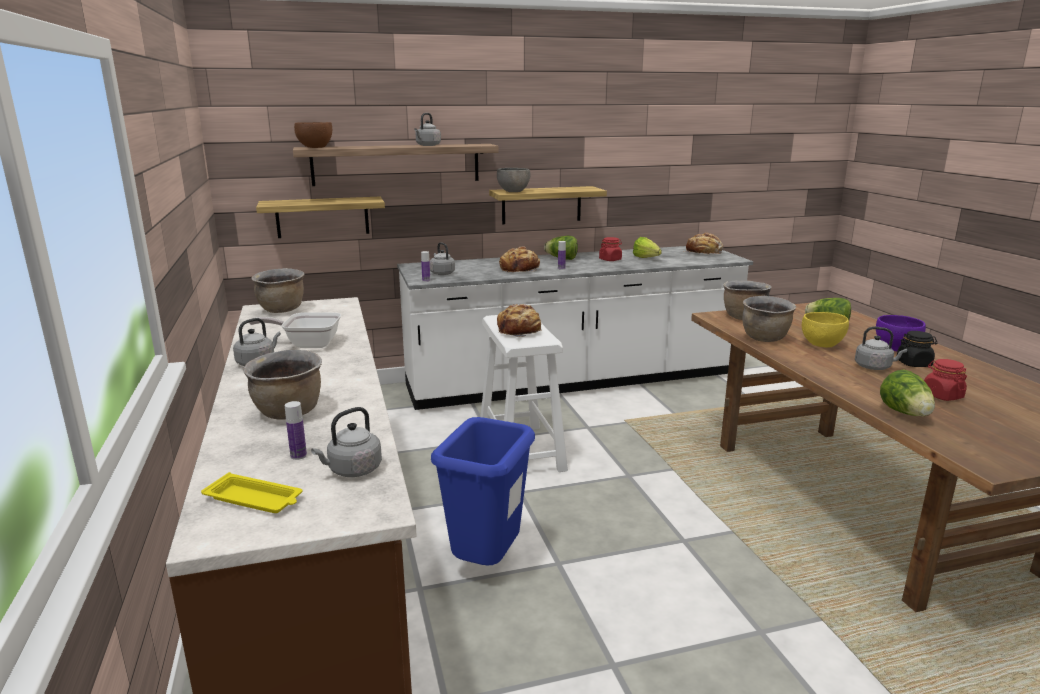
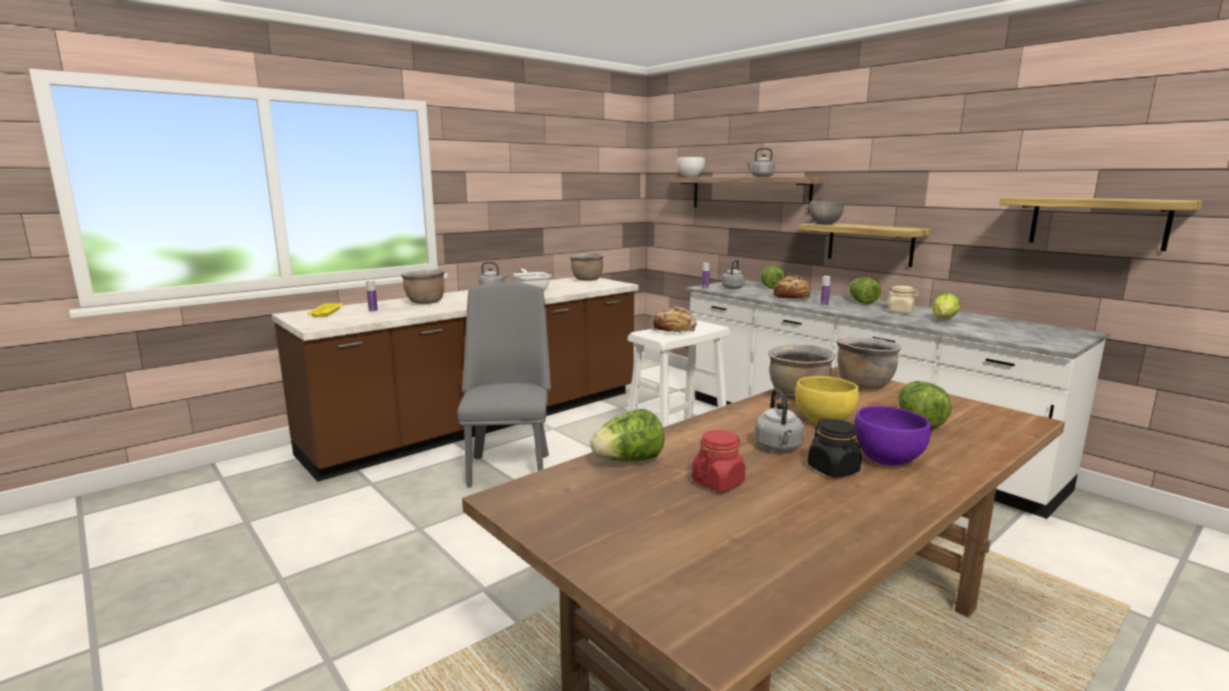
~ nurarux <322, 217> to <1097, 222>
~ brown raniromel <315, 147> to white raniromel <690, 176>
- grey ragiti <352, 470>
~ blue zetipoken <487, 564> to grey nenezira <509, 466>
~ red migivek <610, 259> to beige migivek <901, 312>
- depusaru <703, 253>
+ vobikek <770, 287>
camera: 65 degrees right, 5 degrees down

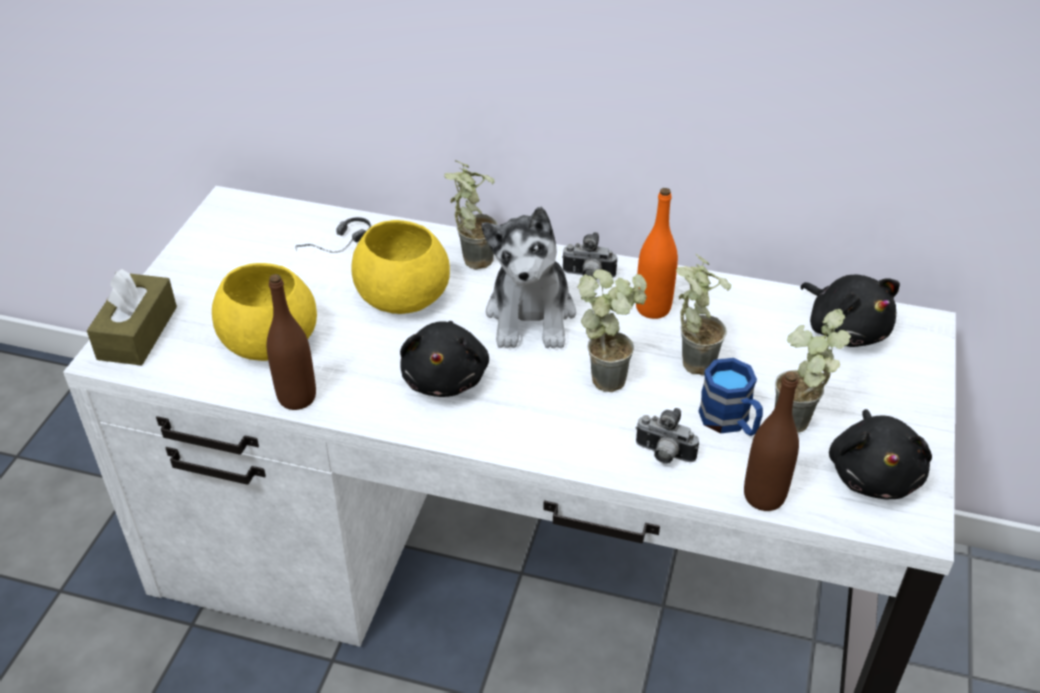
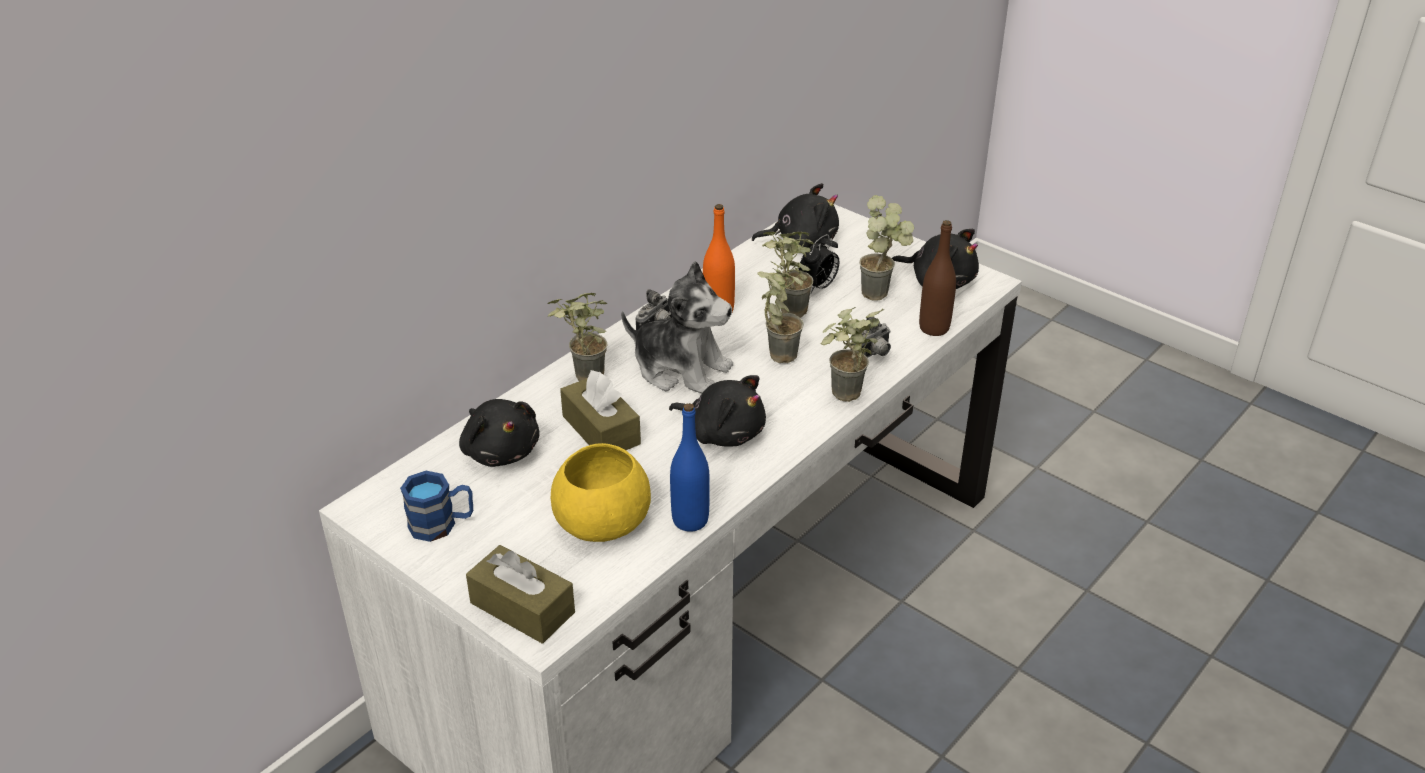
~ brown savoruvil <297, 397> to blue savoruvil <690, 520>
~ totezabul <337, 247> to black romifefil <500, 451>
~ yellow raniromel <401, 295> to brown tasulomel <601, 430>
~ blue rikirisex <730, 422> to <442, 524>
+ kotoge <818, 287>
+ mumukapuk <843, 399>
camera: 65 degrees left, 5 degrees down

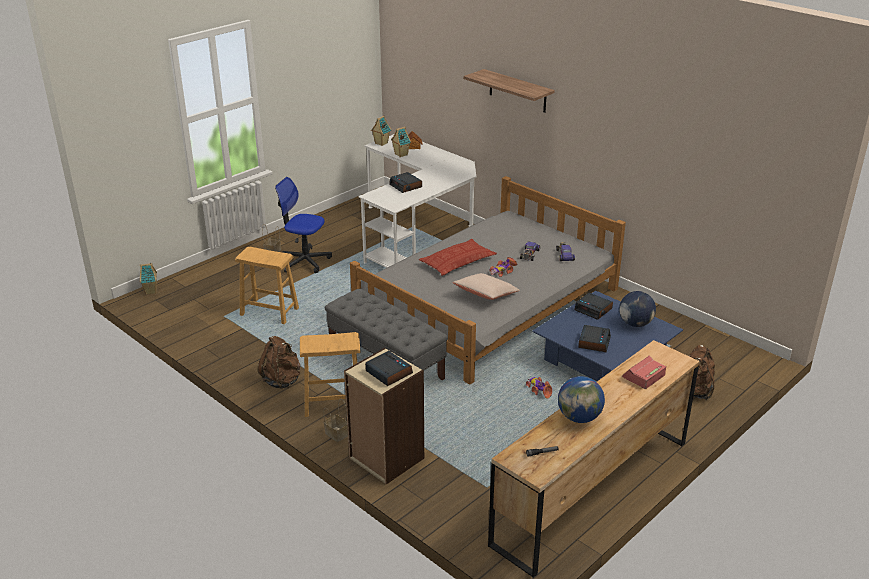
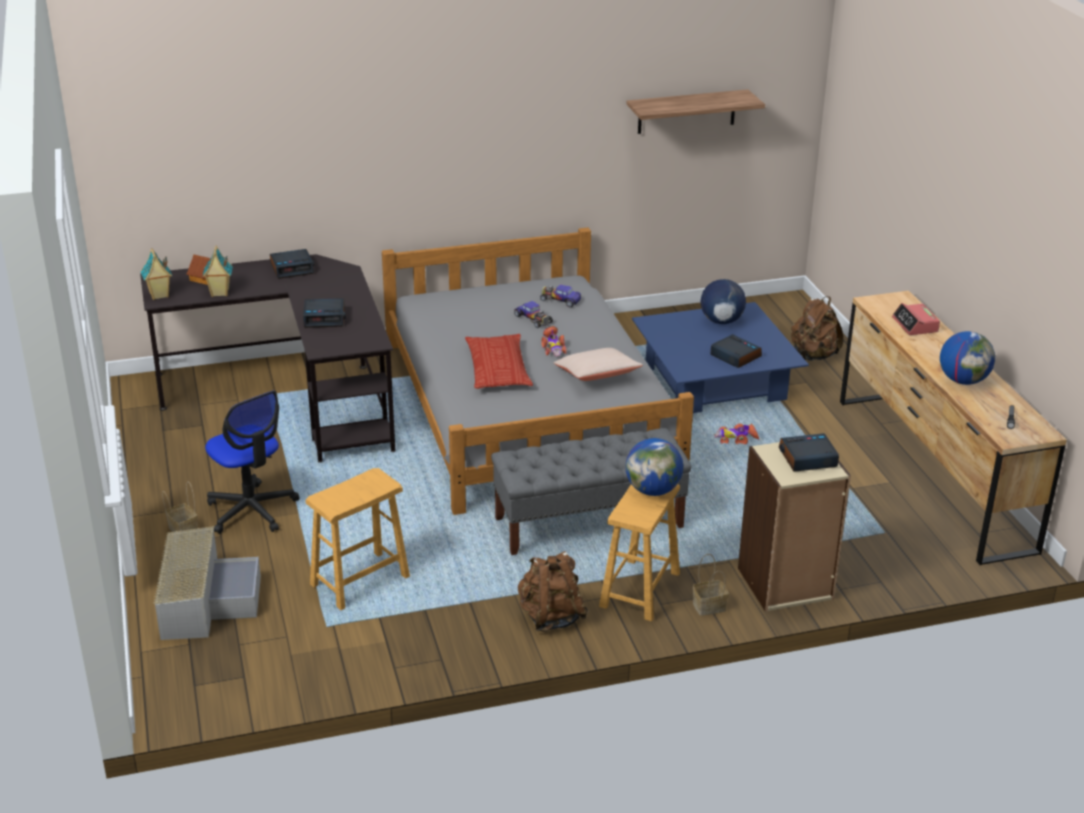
- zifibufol <151, 291>
~ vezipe <304, 261> = <251, 510> 90 degrees counterclockwise
~ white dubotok <418, 233> to black dubotok <292, 396>
~ nurarux <517, 91> to <686, 111>
~ kotoge <593, 309> to <292, 268>
+ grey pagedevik <205, 599>
+ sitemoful <653, 490>
camera: 60 degrees left, 0 degrees up

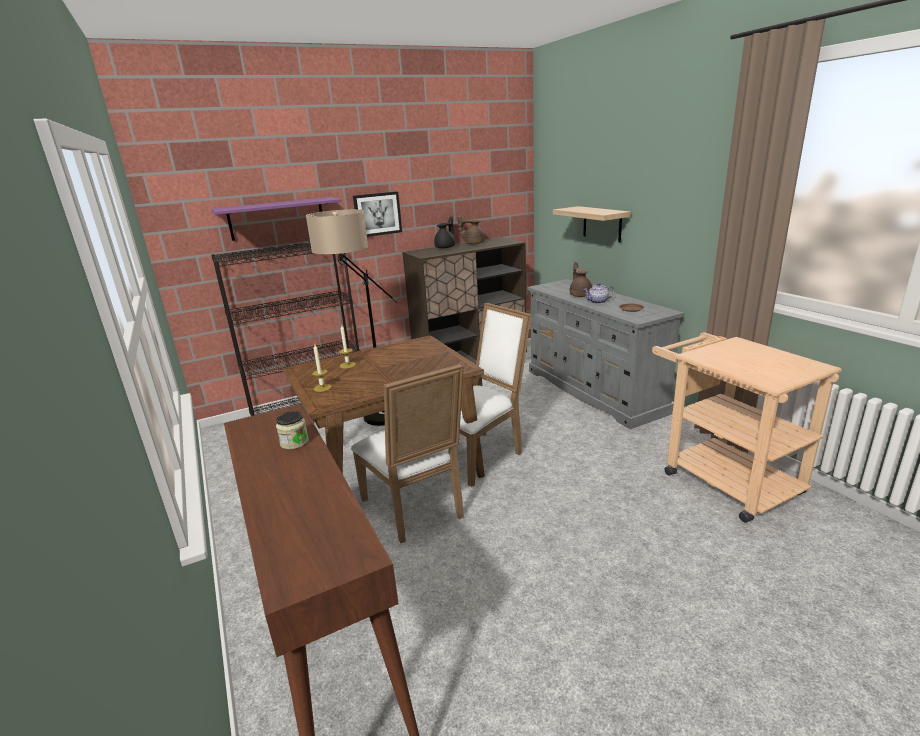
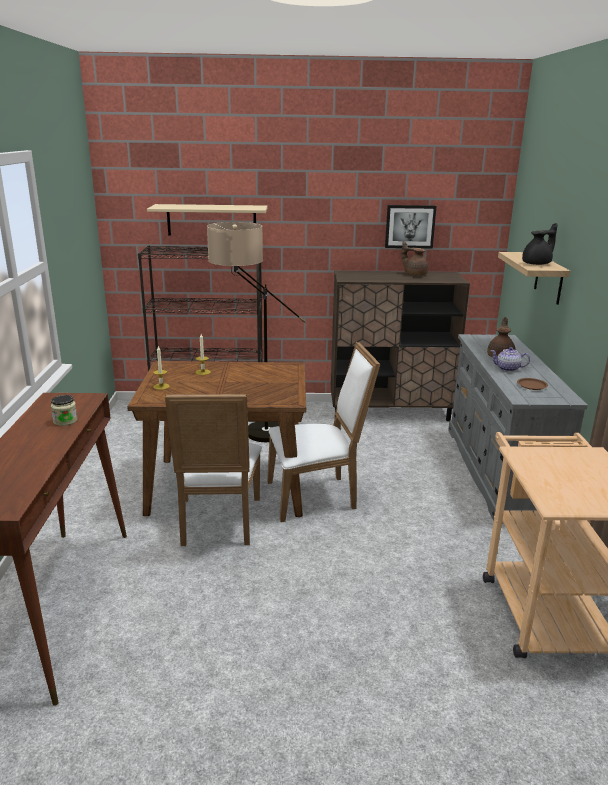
~ purple nurarux <277, 218> to beige nurarux <211, 220>
~ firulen <377, 214> to <410, 226>
~ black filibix <446, 247> to <537, 263>
camera: 25 degrees right, 0 degrees up

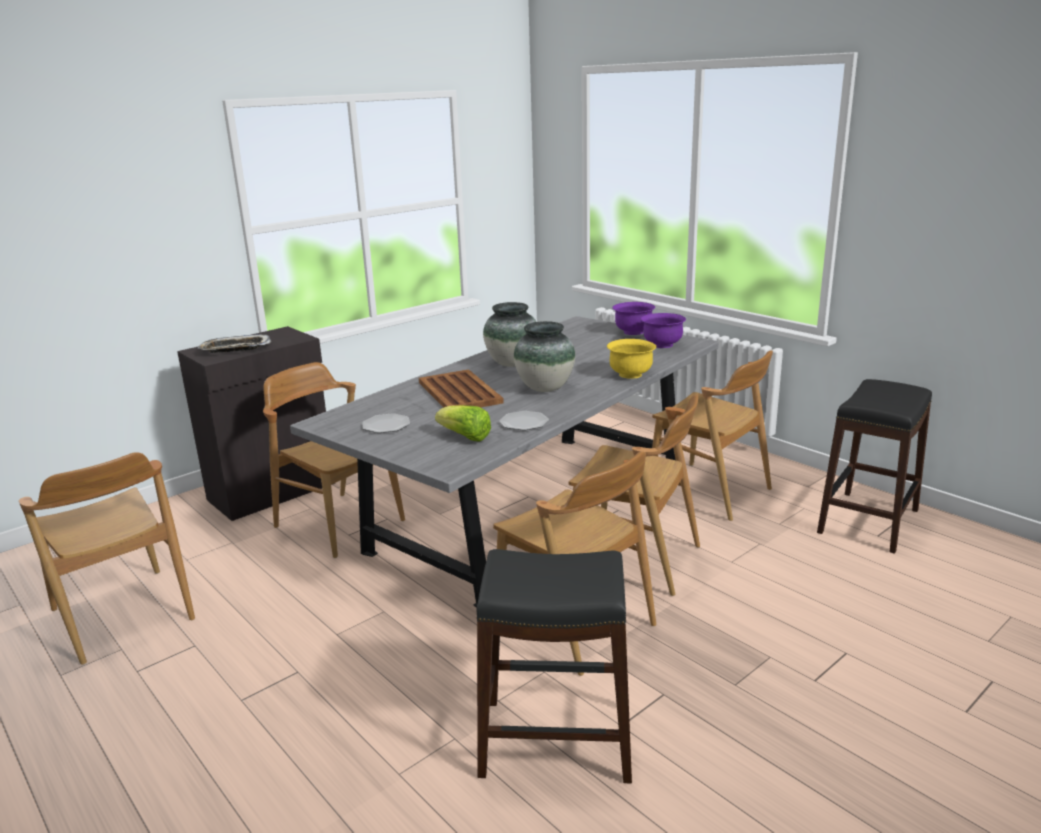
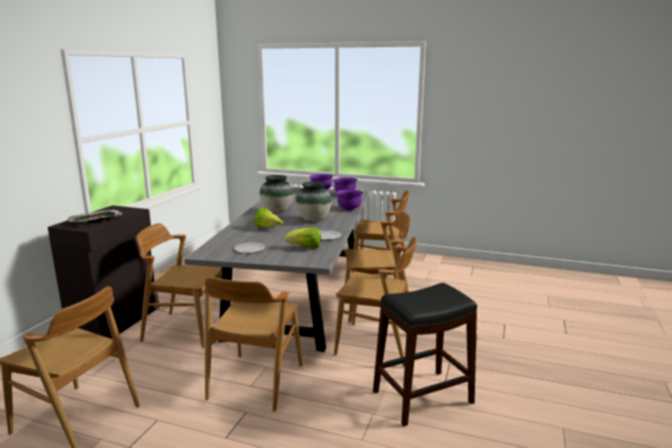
~ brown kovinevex <459, 392> to vobikek <268, 228>
~ yellow raniromel <630, 375> to purple raniromel <349, 209>
- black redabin <867, 521>
+ brown nenezira <255, 381>
camera: 30 degrees left, 5 degrees down

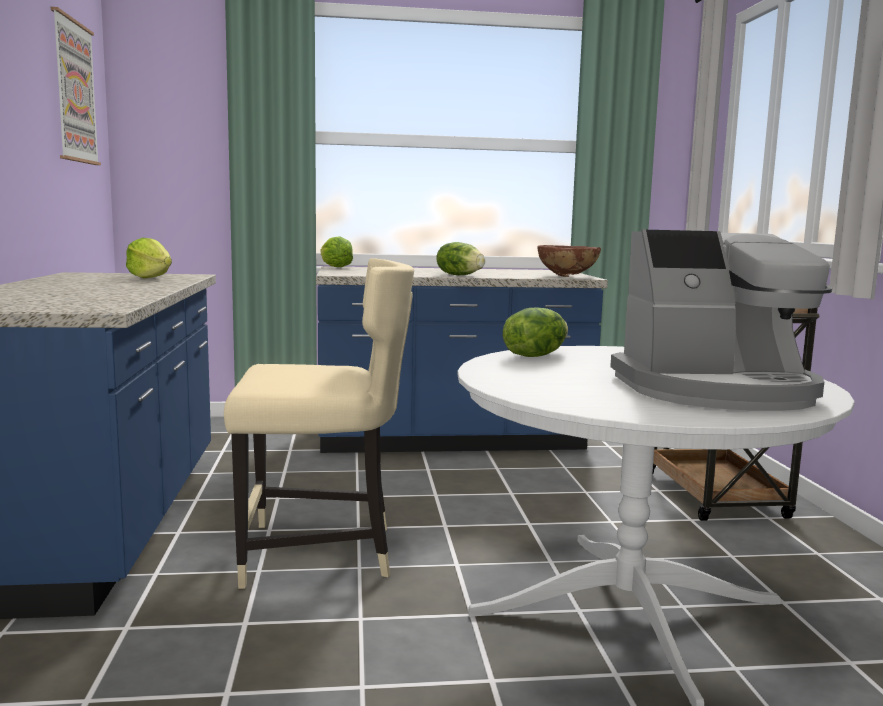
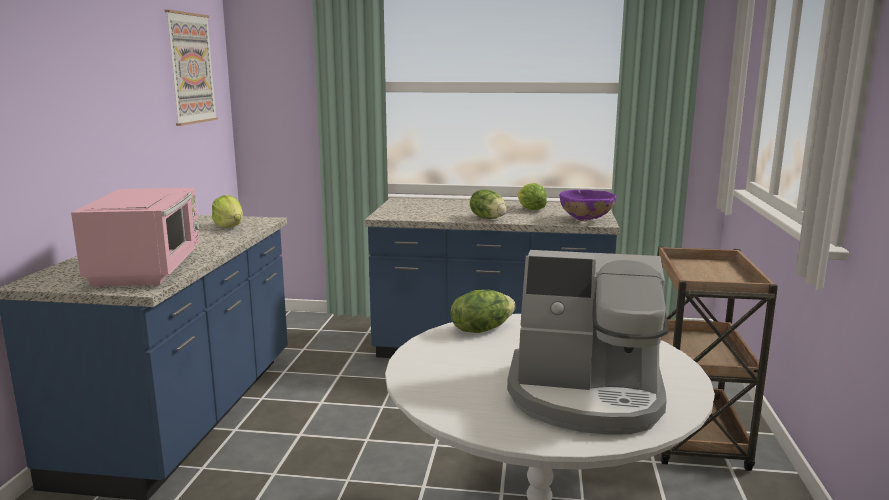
- beige nenezira <322, 553>
~ vobikek <335, 267> to <530, 210>
~ brown raniromel <567, 276> to purple raniromel <586, 221>
+ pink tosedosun <149, 270>
camera: 15 degrees right, 5 degrees up

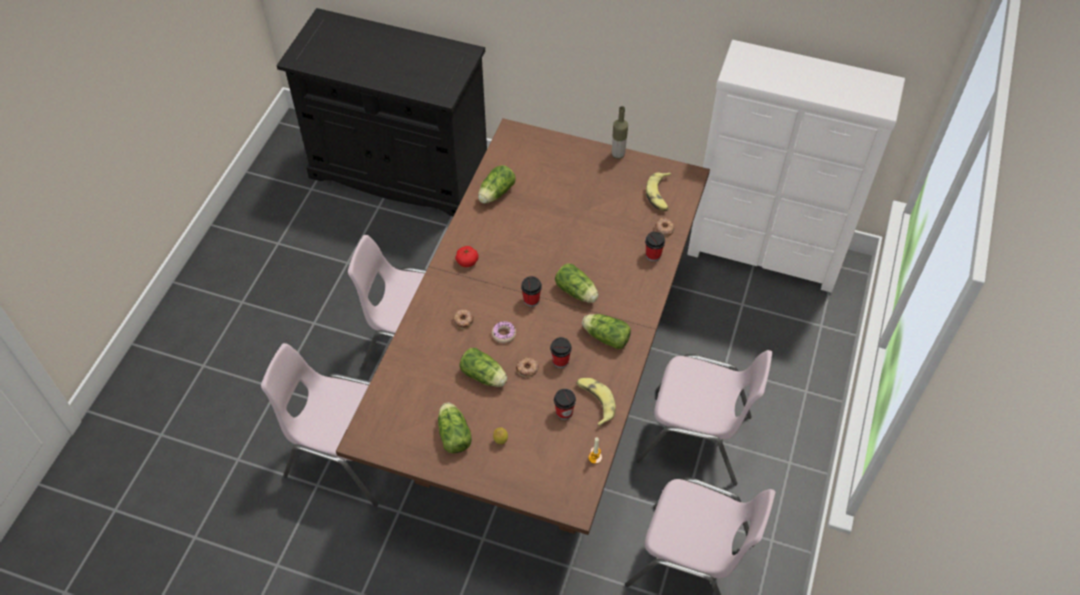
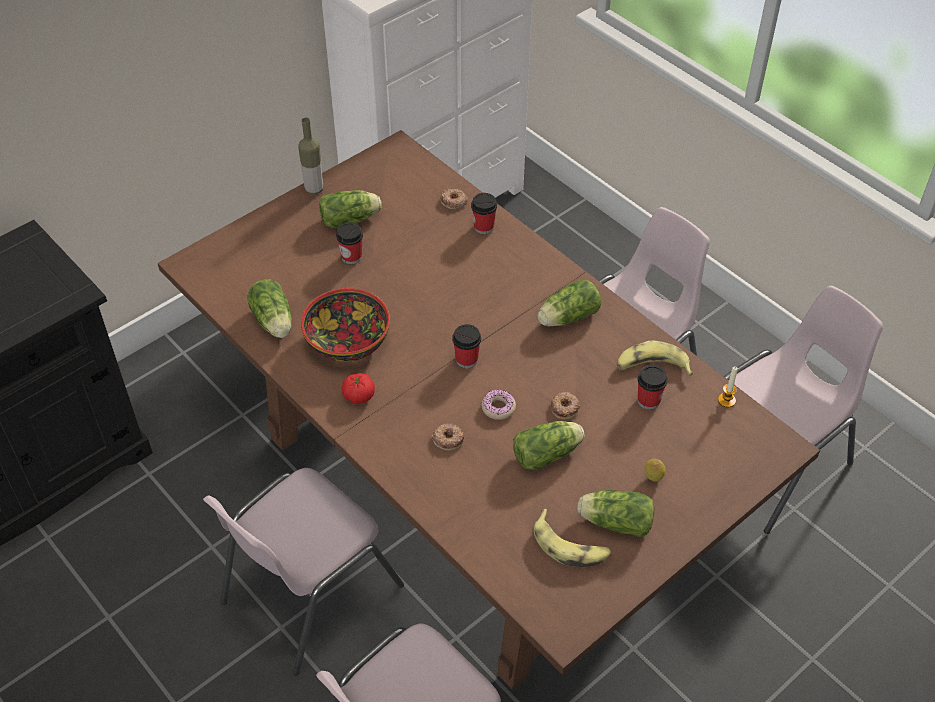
~ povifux <560, 361> to <351, 257>
~ vobikek <577, 292> to <352, 219>
~ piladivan <660, 195> to <570, 546>
+ raniromel <348, 342>
camera: 60 degrees left, 5 degrees down

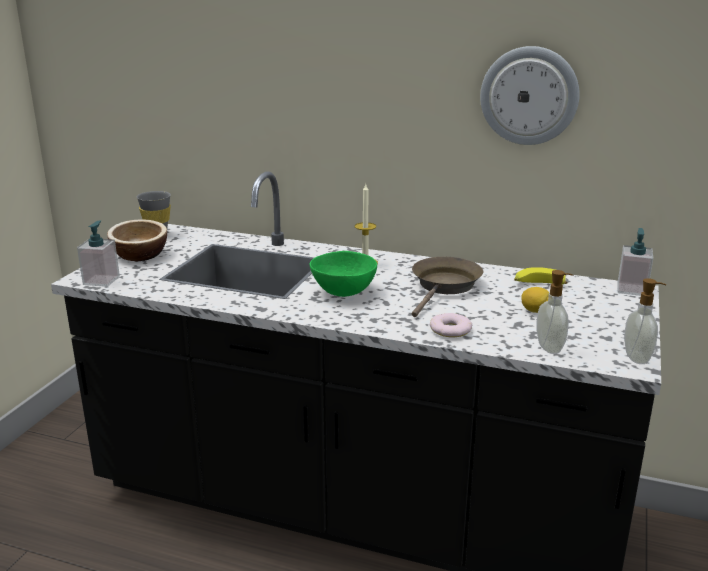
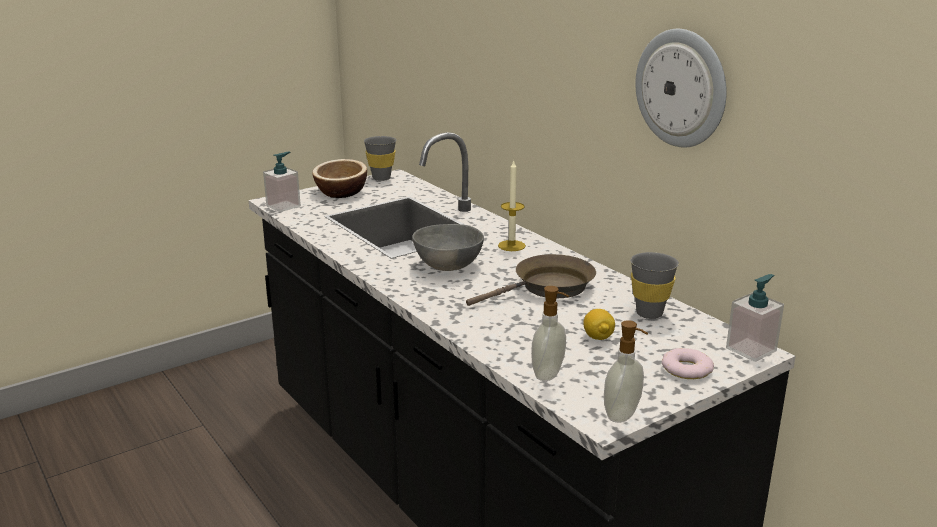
~ green raniromel <343, 292> to grey raniromel <446, 266>
~ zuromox <450, 330> to <686, 369>
~ piladivan <538, 284> to grey povifux <649, 313>
camera: 35 degrees right, 0 degrees up

